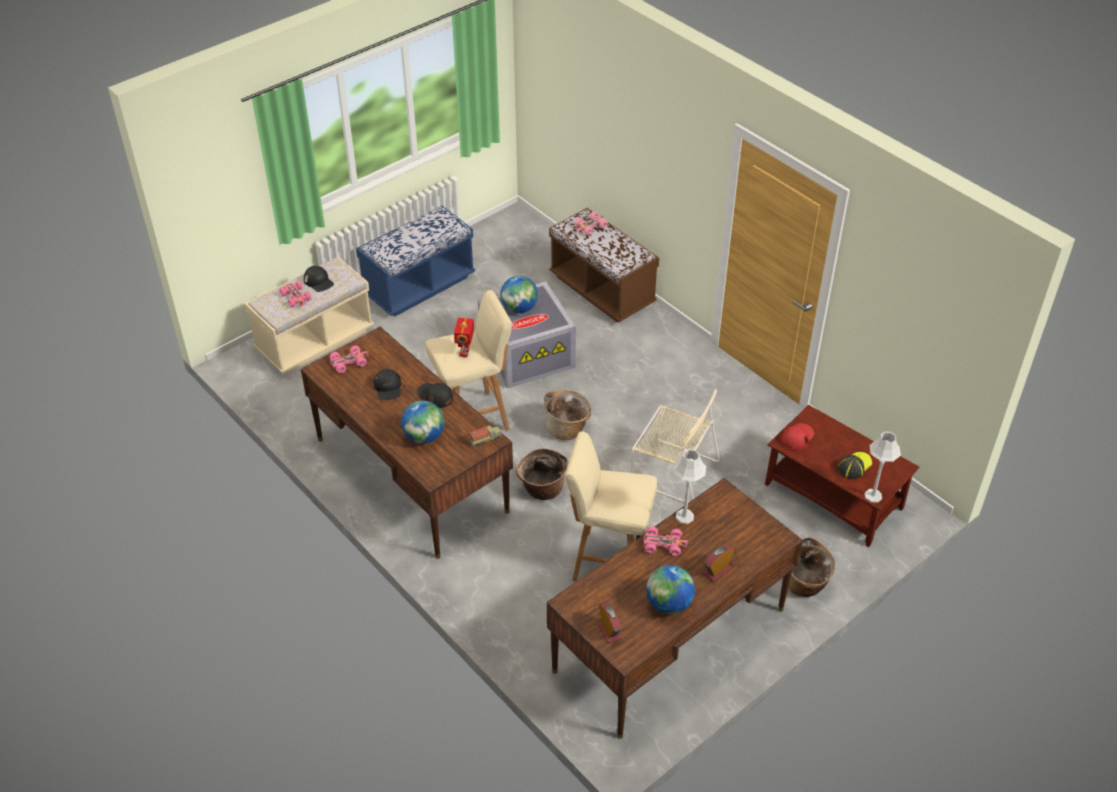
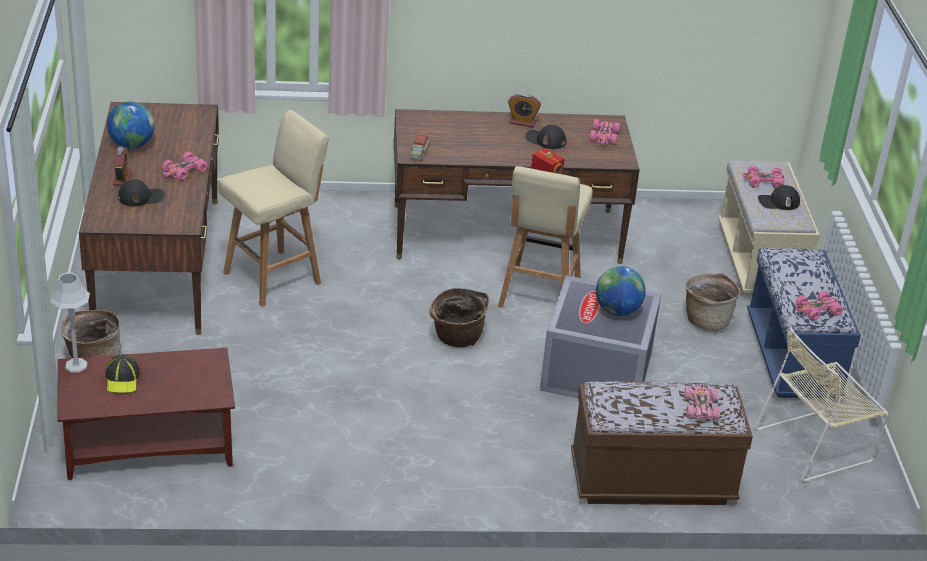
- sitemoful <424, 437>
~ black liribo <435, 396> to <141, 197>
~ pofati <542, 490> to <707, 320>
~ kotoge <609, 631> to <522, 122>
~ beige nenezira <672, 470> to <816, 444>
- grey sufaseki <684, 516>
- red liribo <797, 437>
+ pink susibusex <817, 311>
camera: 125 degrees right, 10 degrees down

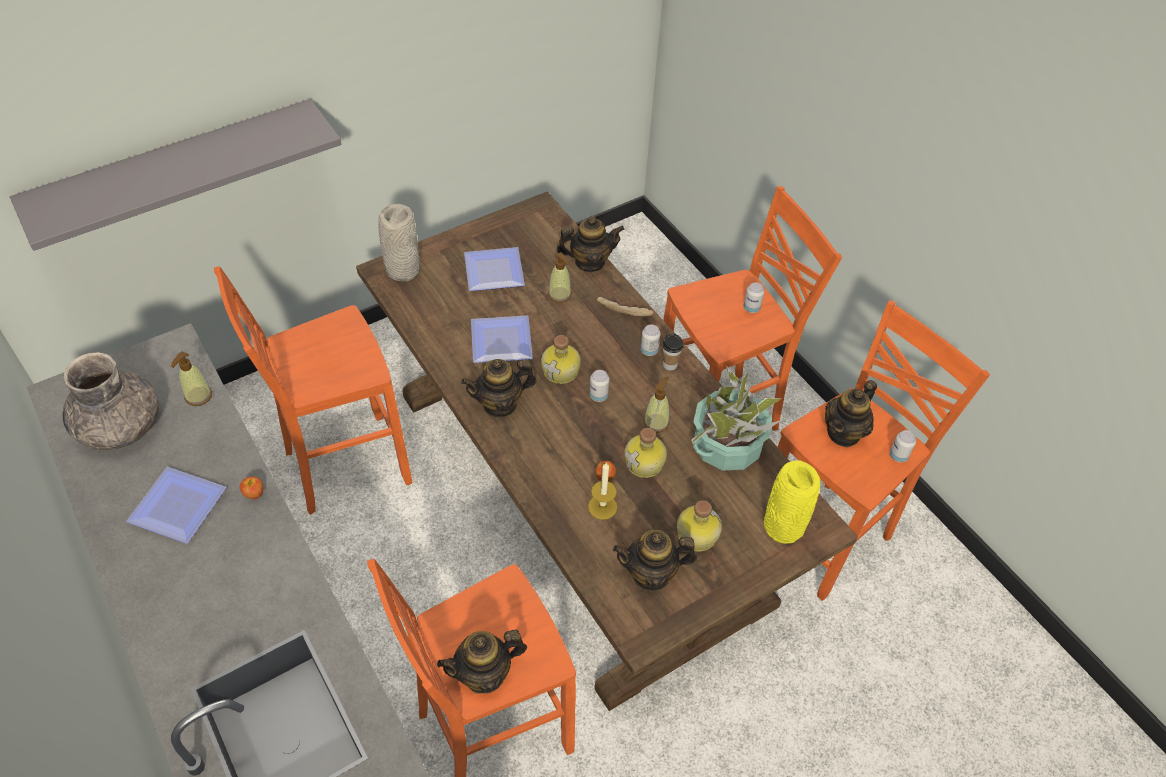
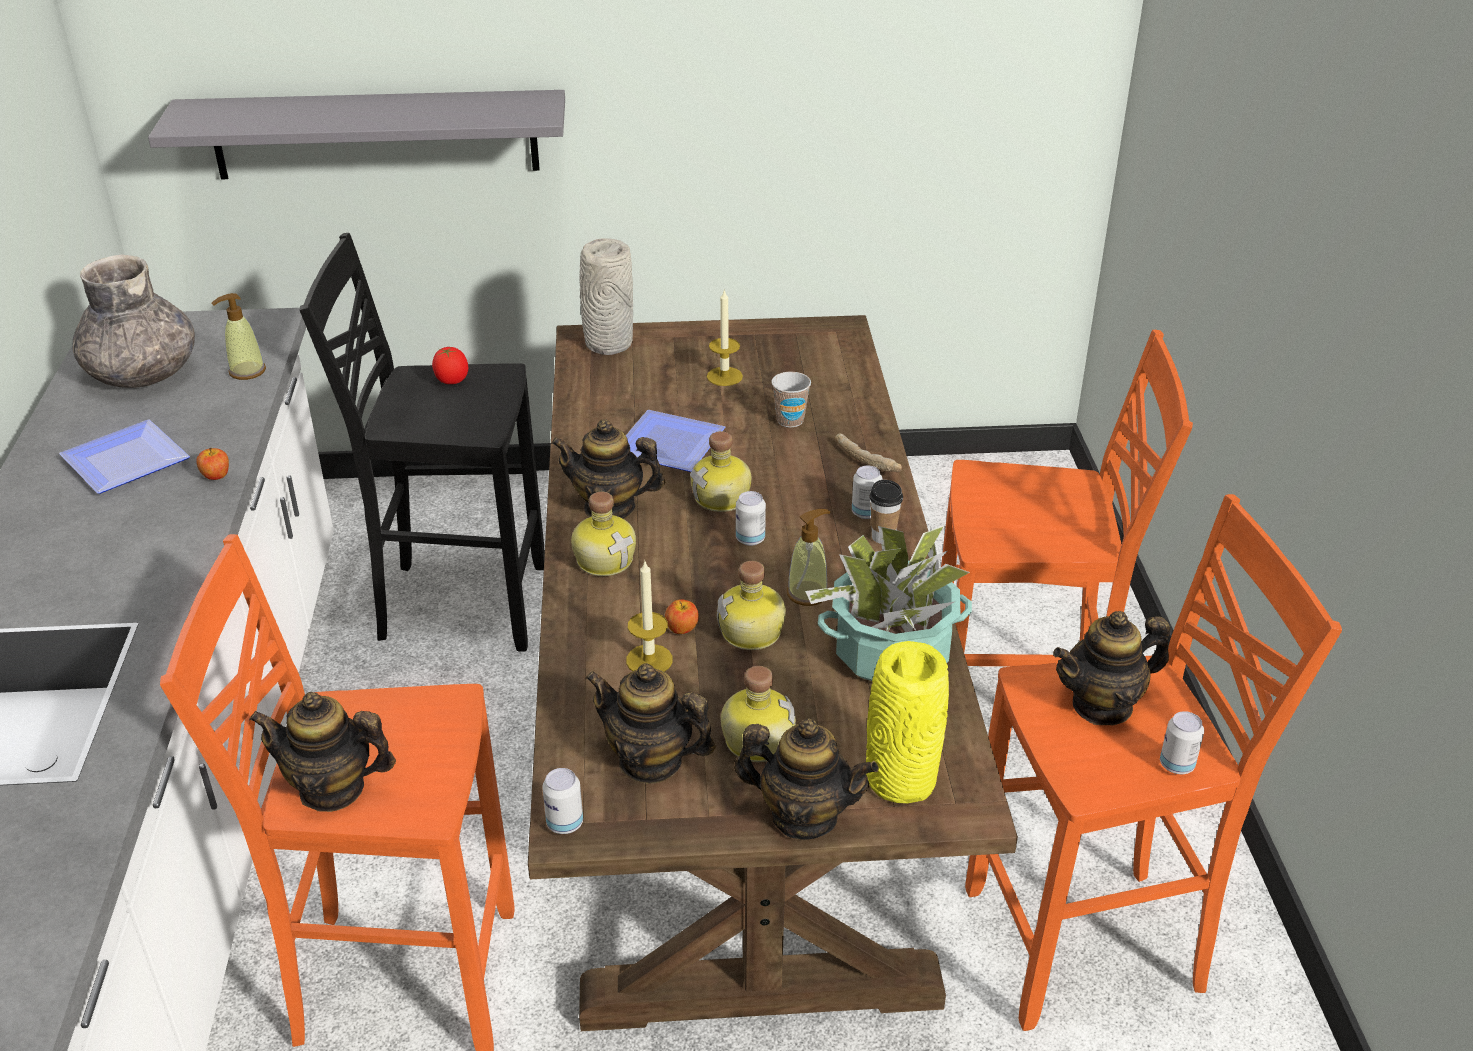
~ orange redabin <343, 465> to black redabin <458, 603>
~ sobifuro <496, 273> to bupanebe <724, 376>
~ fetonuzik <560, 295> to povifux <790, 420>
~ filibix <589, 262> to <804, 816>
~ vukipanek <751, 308> to <565, 823>
+ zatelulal <451, 380>
+ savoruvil <605, 559>
camera: 30 degrees right, 15 degrees down

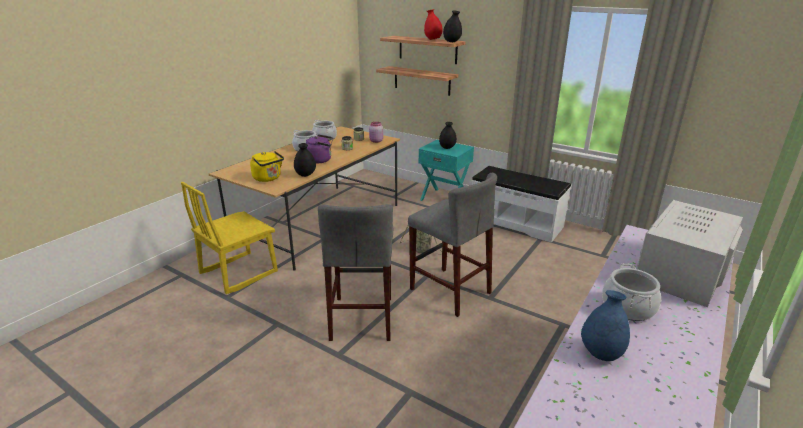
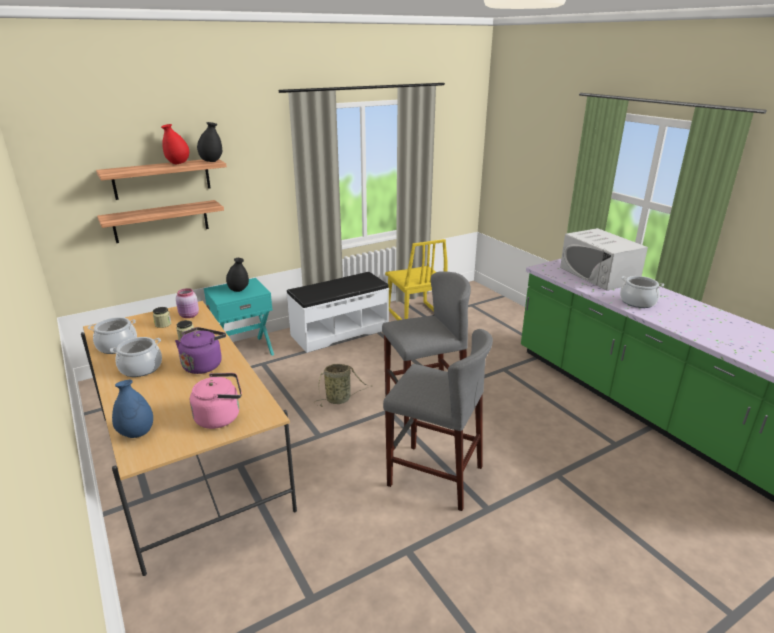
~ yellow nenezira <238, 272> to <415, 315>
~ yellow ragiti <268, 178> to pink ragiti <221, 417>
- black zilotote <305, 175>
~ blue zilotote <601, 353> to <137, 433>
camera: 65 degrees left, 0 degrees up

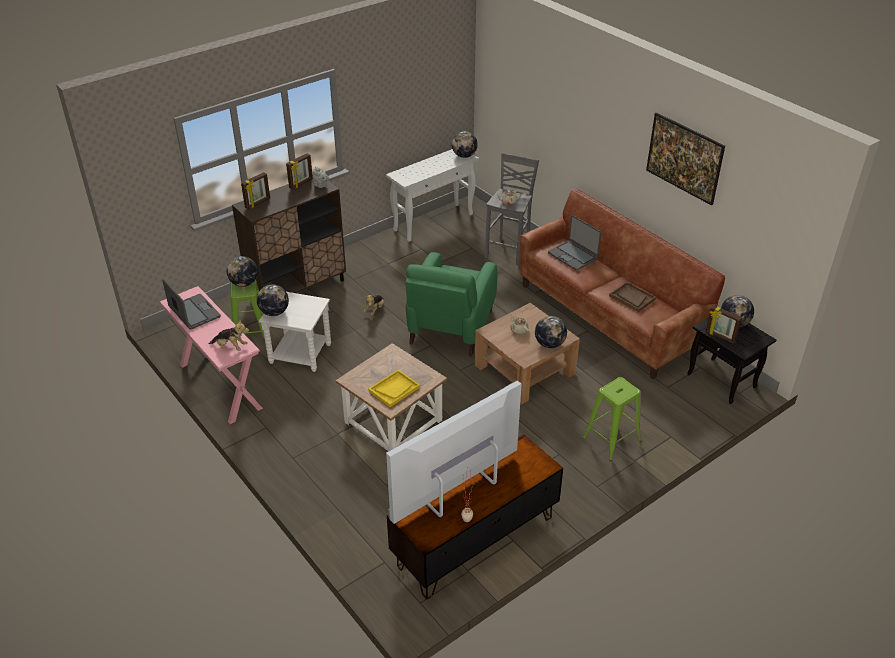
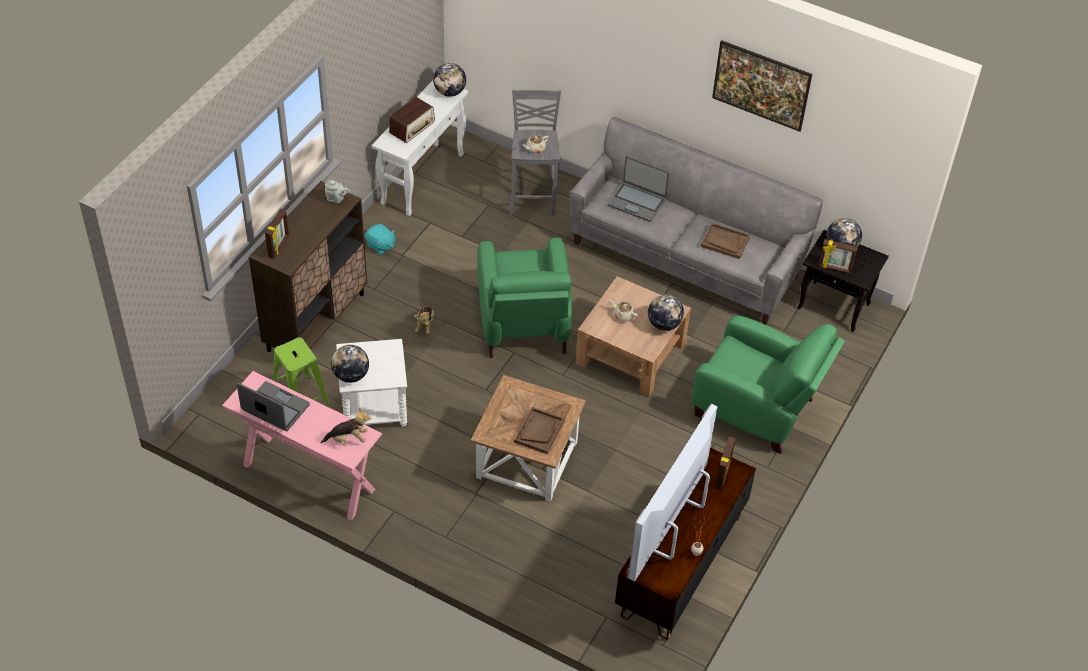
- sitemoful <244, 283>
~ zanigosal <301, 184> to <723, 473>
~ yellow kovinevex <394, 389> to brown kovinevex <539, 431>
~ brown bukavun <607, 317> to grey bukavun <685, 258>
~ green redabin <612, 439> to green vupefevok <757, 409>
+ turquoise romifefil <380, 245>
+ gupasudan <412, 127>
camera: 25 degrees left, 10 degrees up

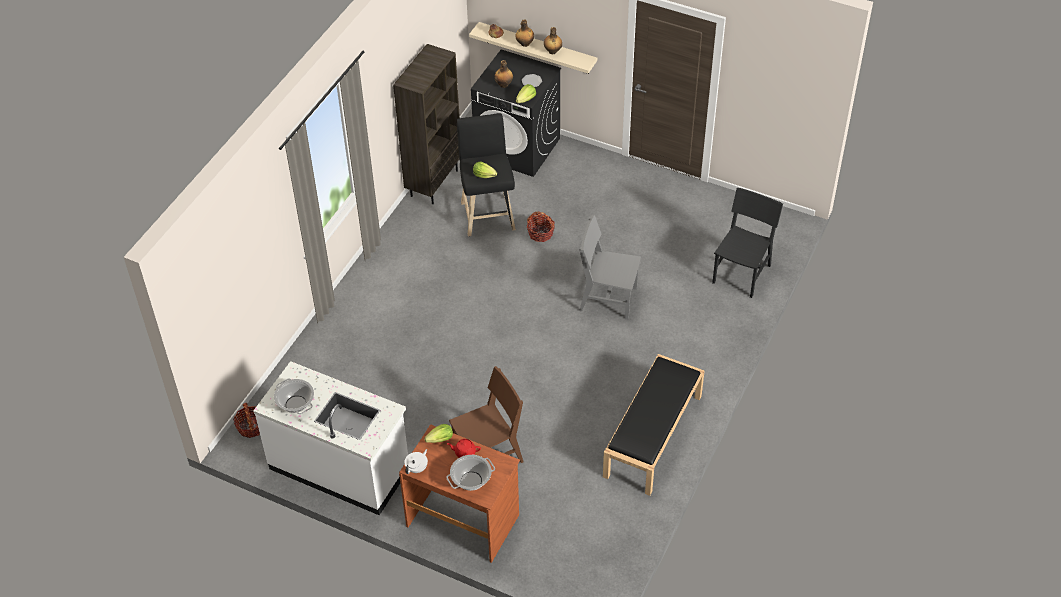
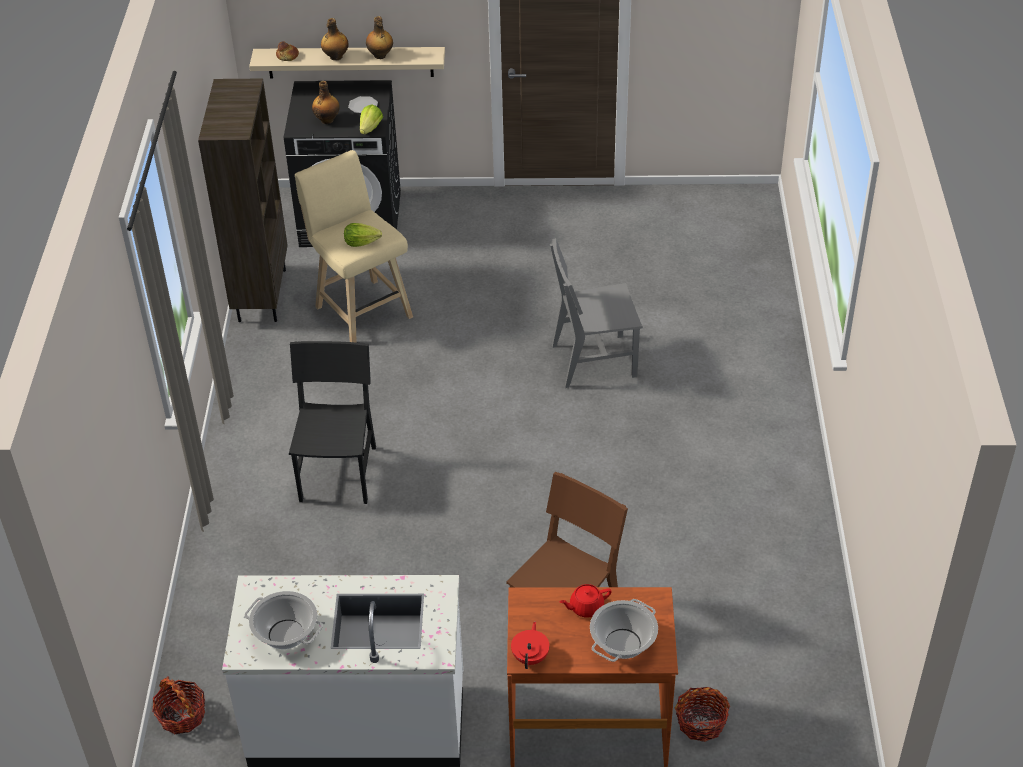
~ white filibix <417, 468> to red filibix <531, 657>
- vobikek <440, 439>
~ black redabin <487, 213> to beige redabin <361, 309>
~ pofati <540, 233> to <701, 722>
- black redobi <653, 436>
~ black nenezira <741, 274> to <338, 473>
camera: 25 degrees left, 5 degrees down

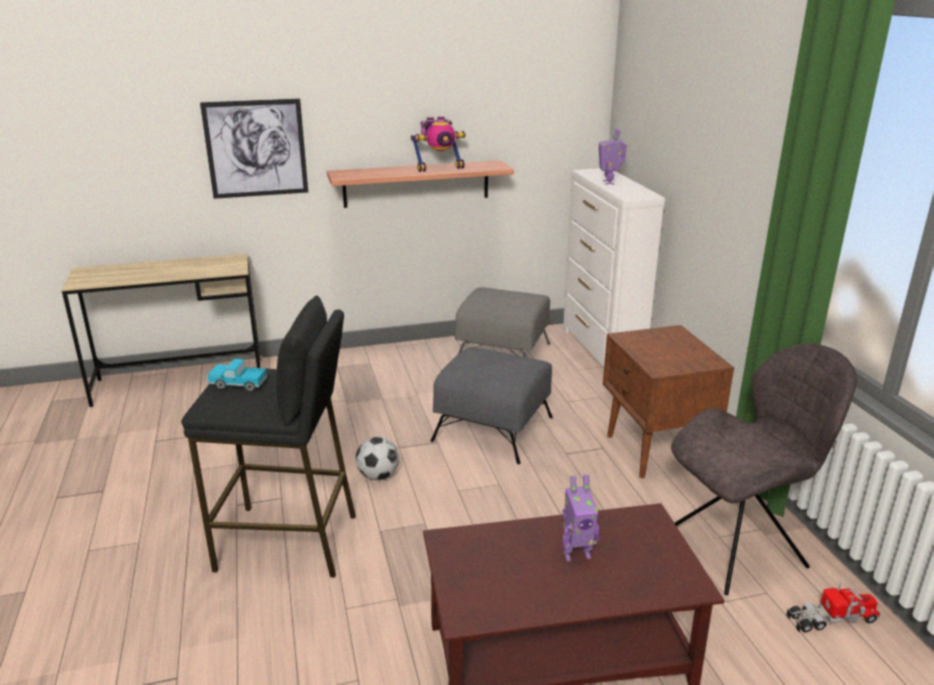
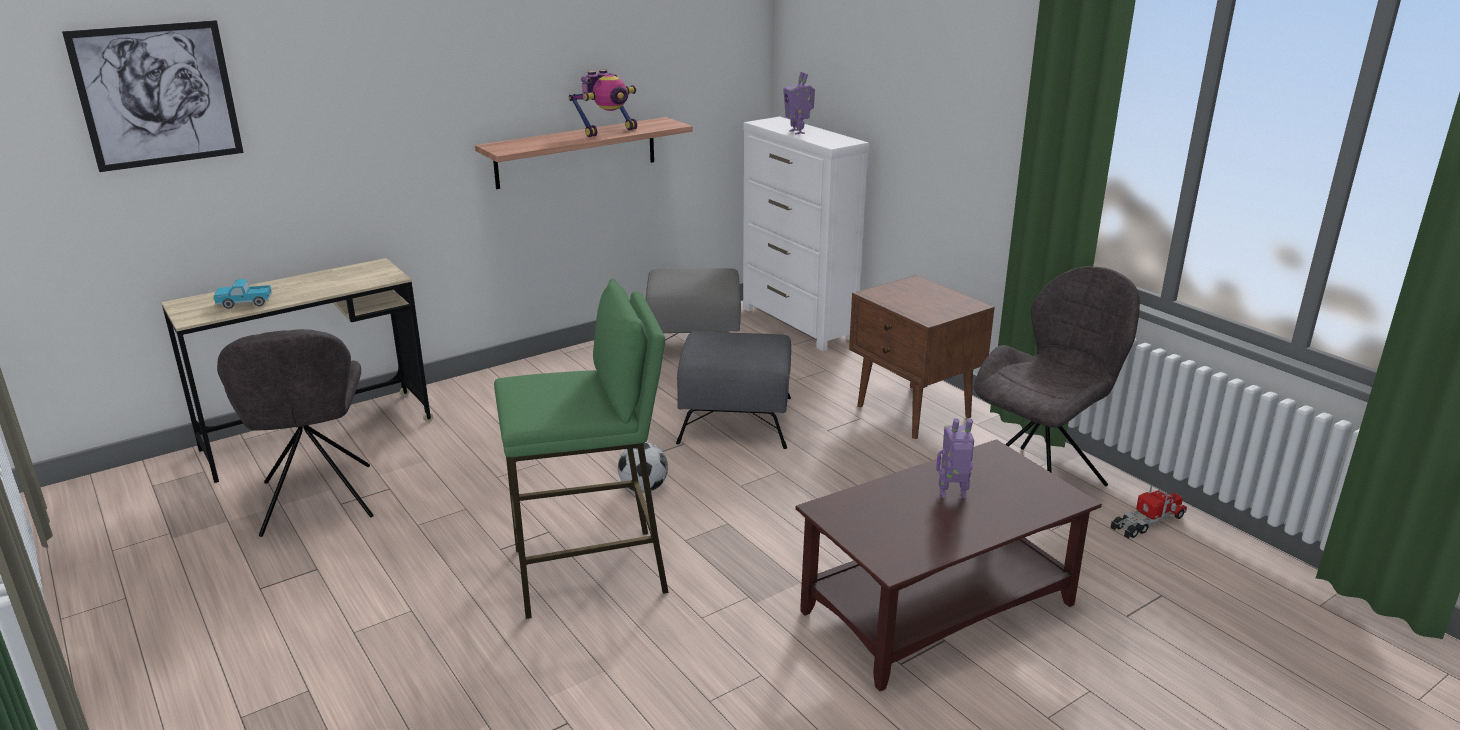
~ black redabin <288, 542> to green redabin <591, 572>
~ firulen <256, 148> to <158, 95>
~ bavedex <238, 385> to <244, 303>
~ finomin <576, 553> = <953, 495> 150 degrees counterclockwise
+ grey nenezira <317, 503>
camera: 20 degrees left, 0 degrees up

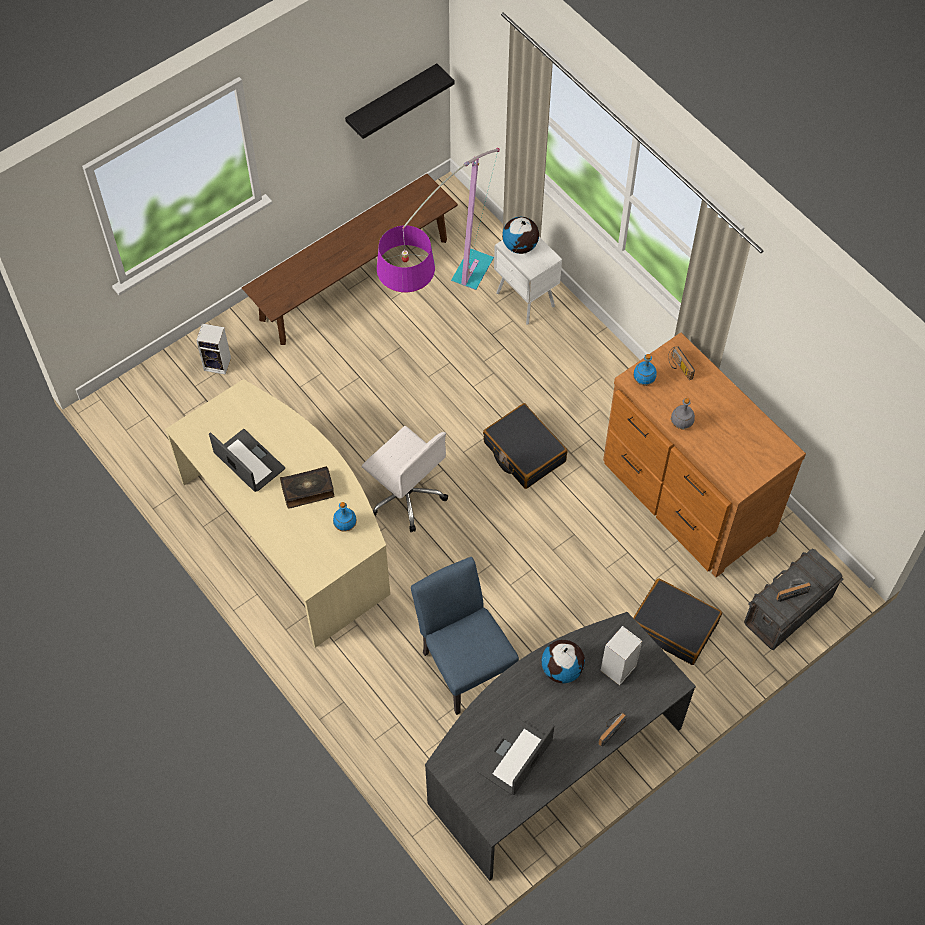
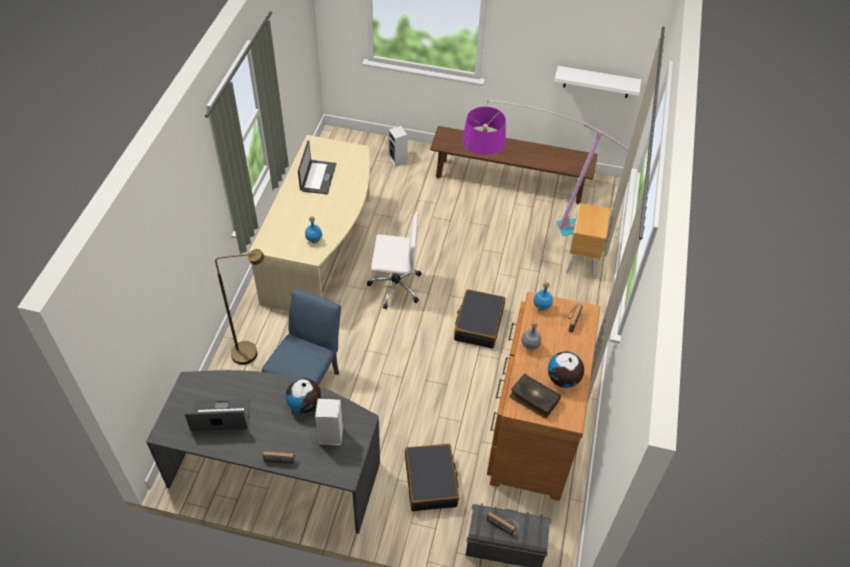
~ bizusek <308, 490> to <534, 399>
~ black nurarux <392, 101> to white nurarux <597, 82>
~ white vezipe <406, 495> = <394, 286> 90 degrees counterclockwise
~ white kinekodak <525, 301> to brown kinekodak <581, 262>
~ sitemoful <520, 246> to <563, 379>
+ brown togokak <251, 352>
camera: 50 degrees right, 10 degrees down

